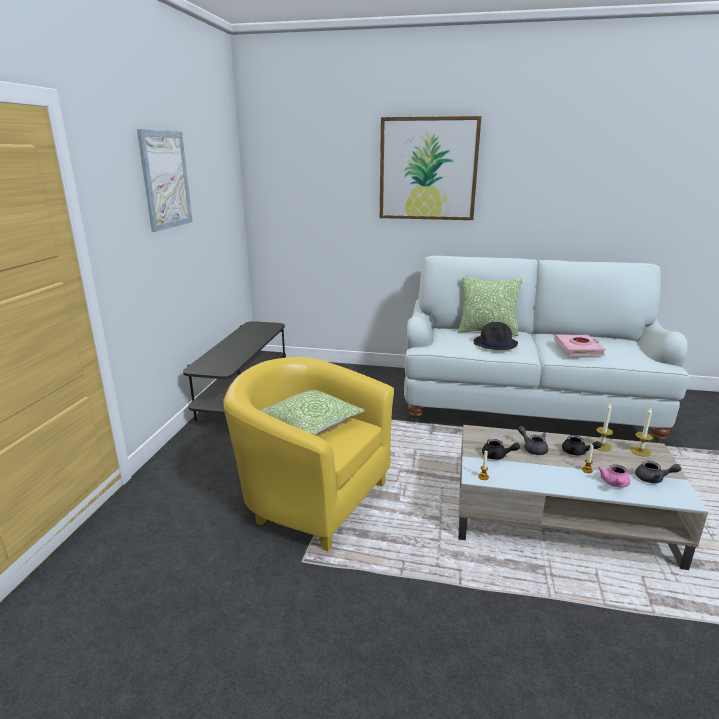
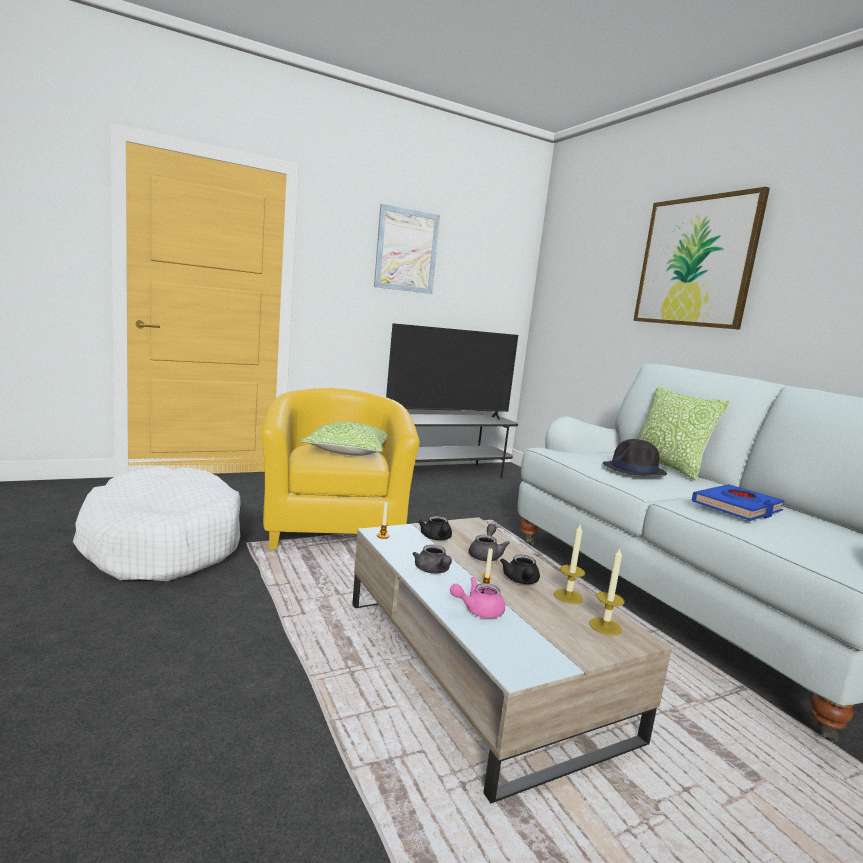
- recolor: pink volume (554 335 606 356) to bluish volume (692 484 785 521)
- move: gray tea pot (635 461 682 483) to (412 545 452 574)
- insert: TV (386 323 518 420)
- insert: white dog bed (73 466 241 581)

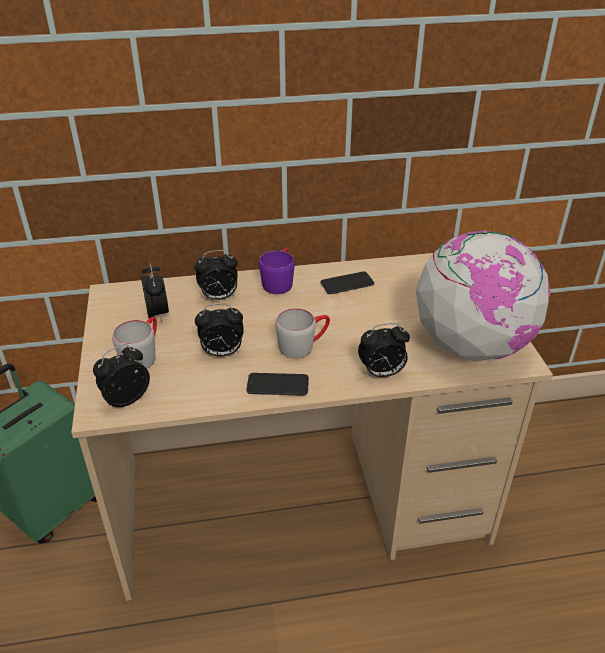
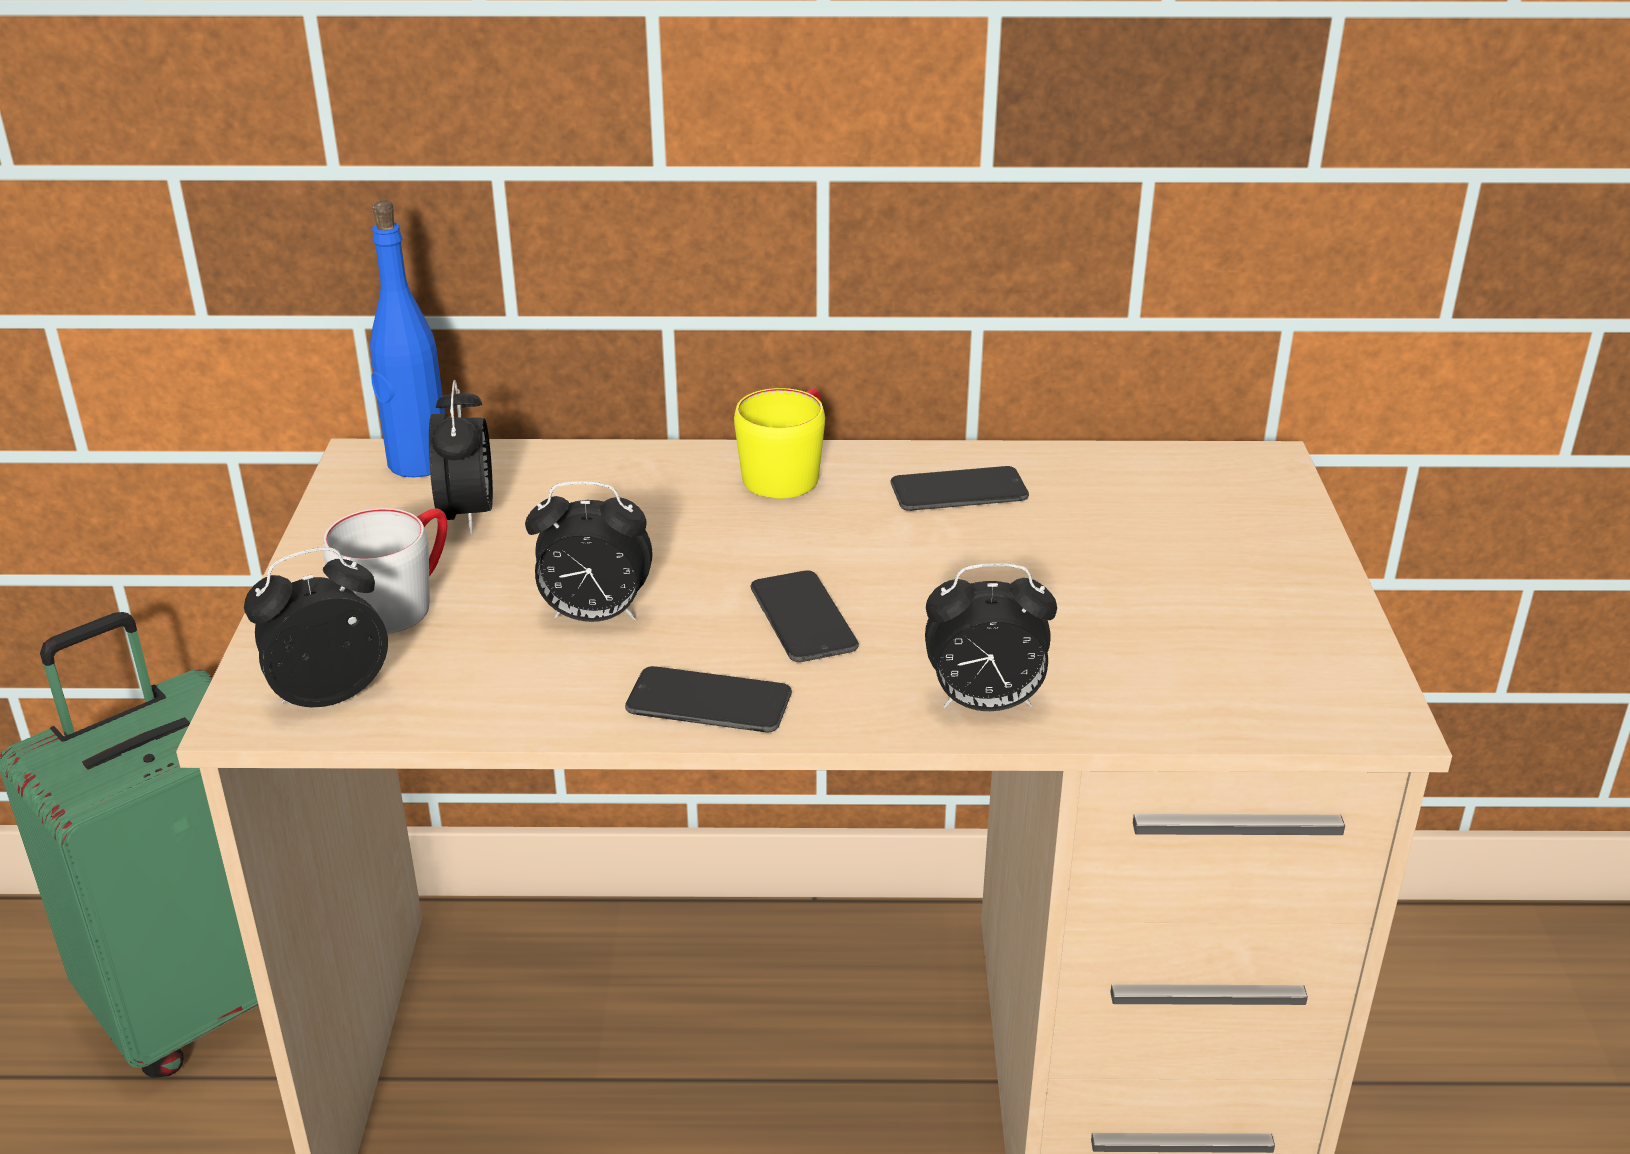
- delete: desk globe (416 230 550 362)
- recolor: purple coffee mug (259 248 295 294) to yellow-coloured coffee mug (734 388 825 499)
- delete: table clock (194 250 238 301)
- replace: gray coffee mug (275 308 330 358) to telephone (751 570 859 662)
- insert: bluish bottle (370 200 445 477)

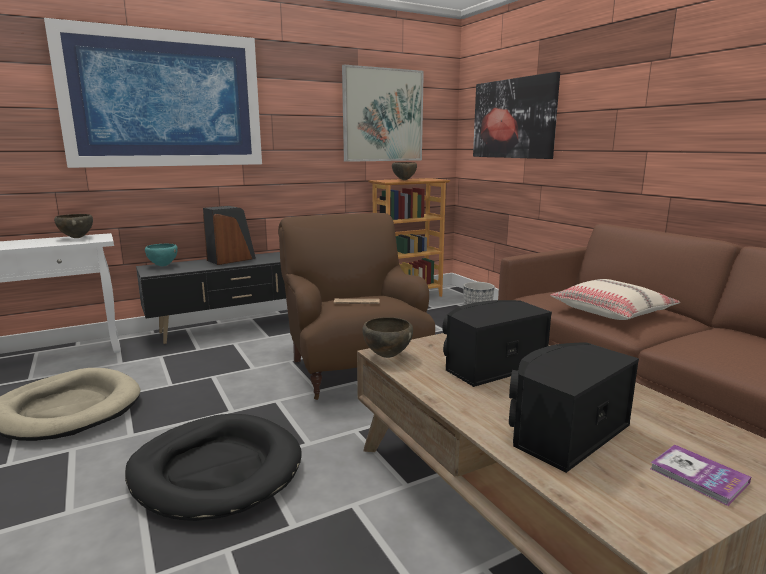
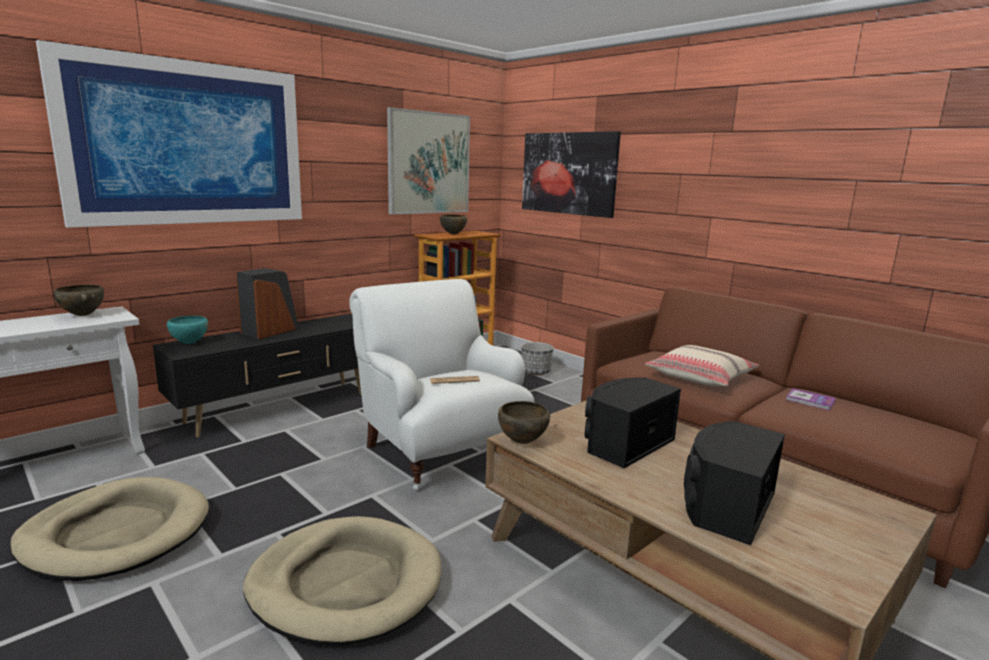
- recolor: brown armchair (278 213 435 400) to white armchair (349 279 534 490)
- recolor: black-coloured dog bed (125 414 302 521) to beige dog bed (243 516 441 646)
- move: volume (650 444 751 506) to (786 388 836 410)

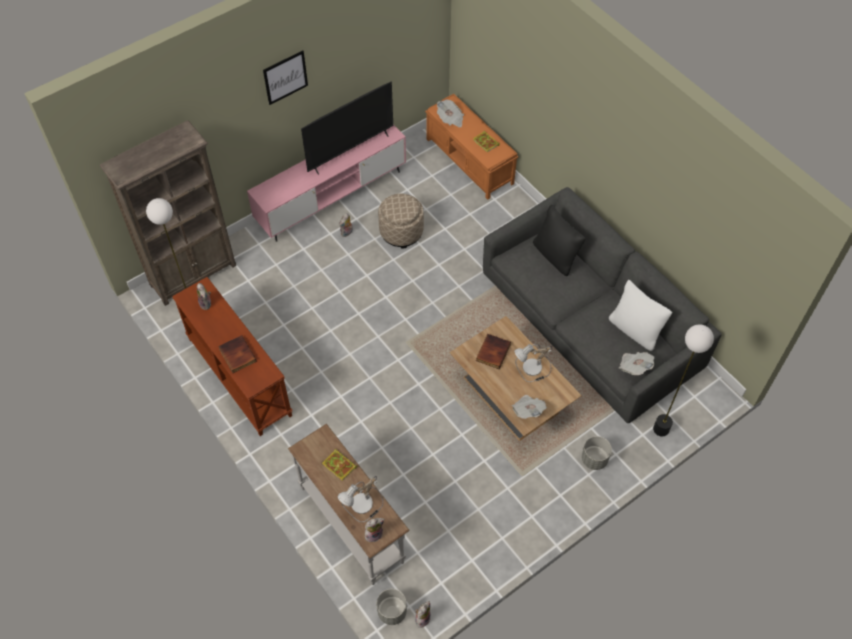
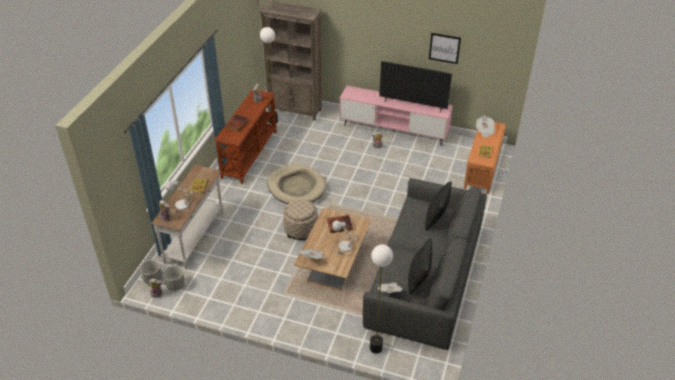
- move: wall picture (263 51 308 105) to (429 33 461 64)
- move: beige footrest (378 194 424 249) to (283 199 318 240)
- recolor: white pillow (609 280 673 351) to black-coloured pillow (408 239 432 295)
- move: gray plant pot (582 436 612 470) to (163 266 185 291)
- insert: beige dog bed (267 164 326 204)

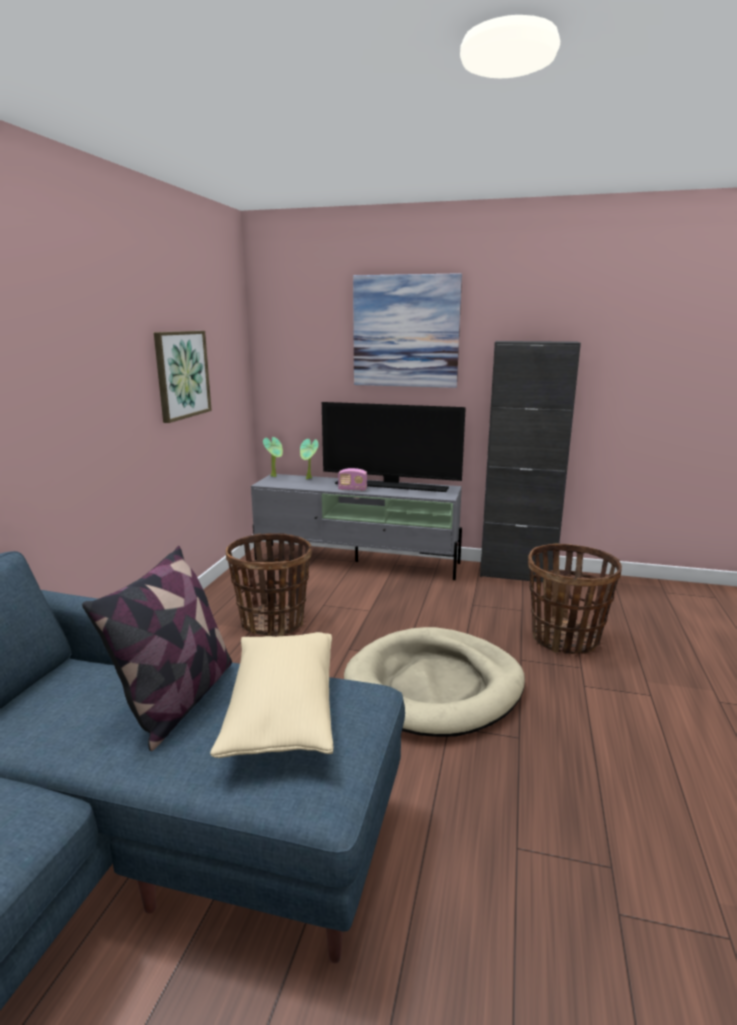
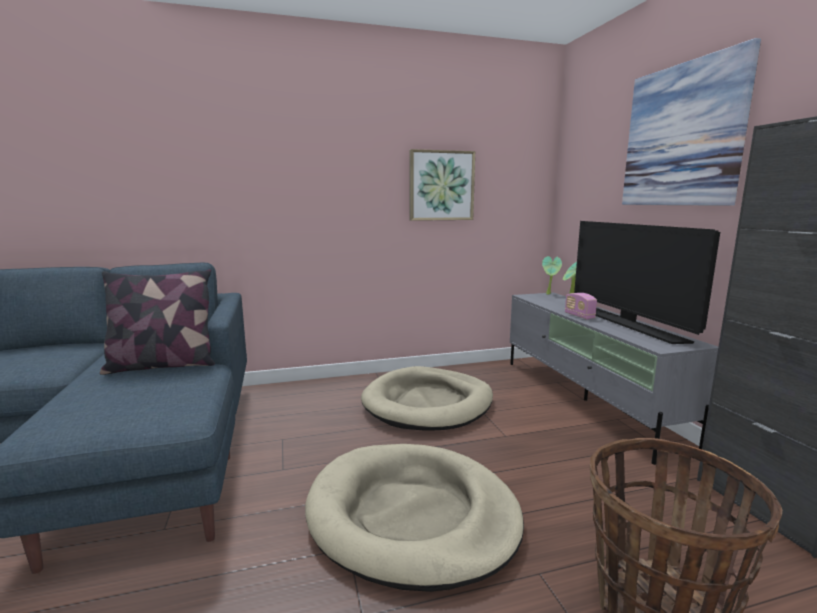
- replace: basket (226 533 312 636) to beige dog bed (361 366 493 431)
- delete: beige pillow (210 632 333 758)

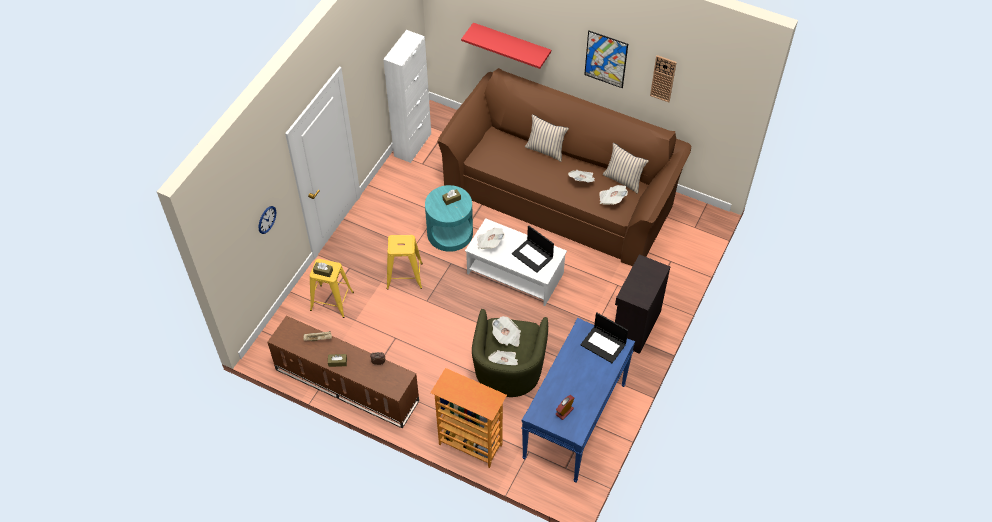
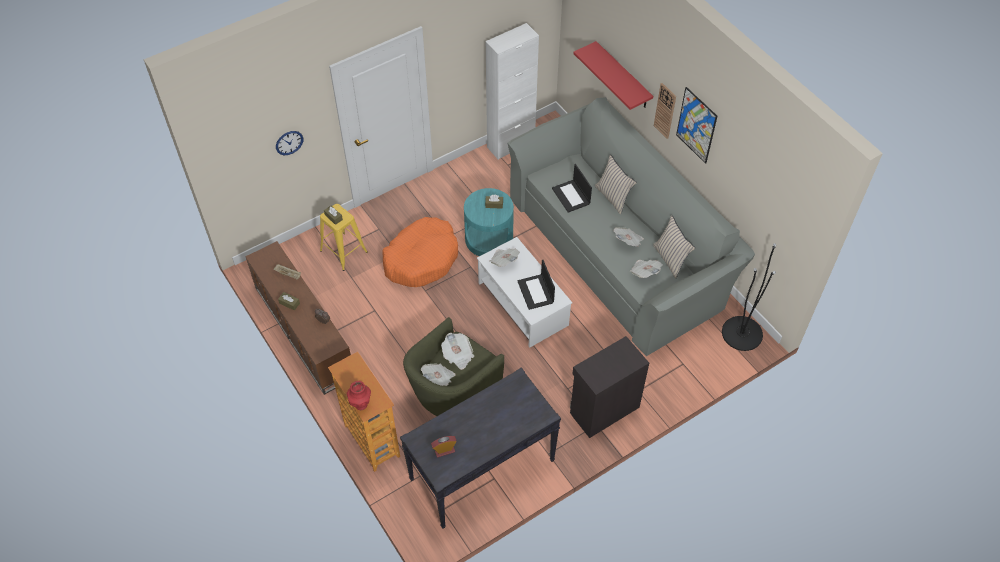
- move: wall clock (650 55 677 102) to (654 83 676 139)
- recolor: brown sofa (437 68 691 266) to gray sofa (507 97 755 356)
- replace: yellow-coloured stool seat (387 235 423 289) to orange dog bed (382 217 458 287)
- move: laptop (581 313 628 363) to (552 164 592 213)
- recolor: bluish narrow table (522 318 635 482) to black-coloured narrow table (400 367 561 529)
- insert: black-coloured floor lamp (722 243 776 351)
- insert: reddish vase (347 381 371 410)

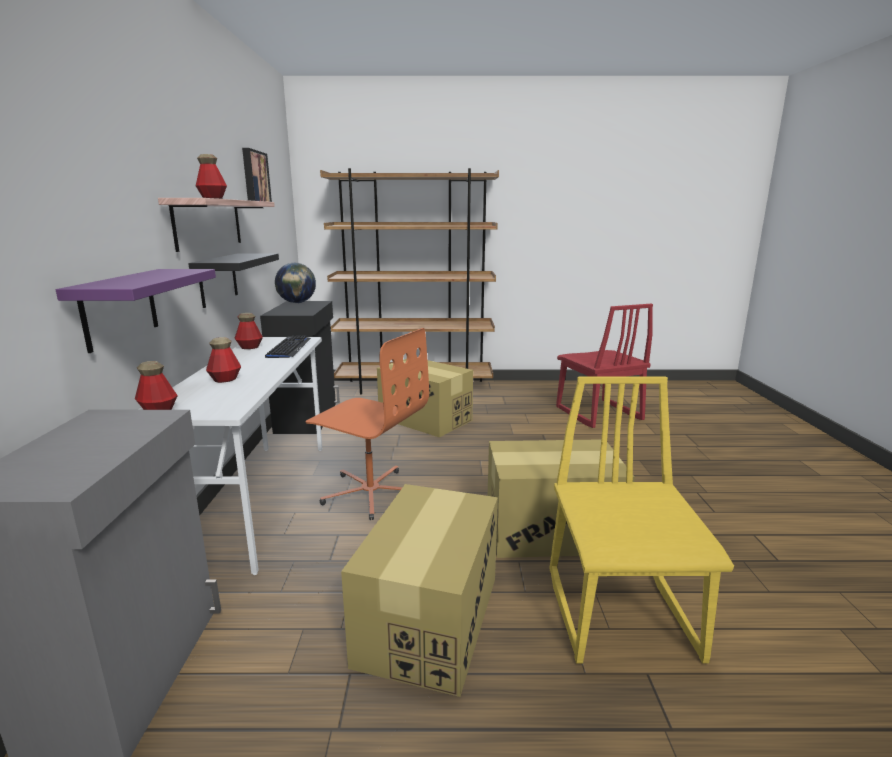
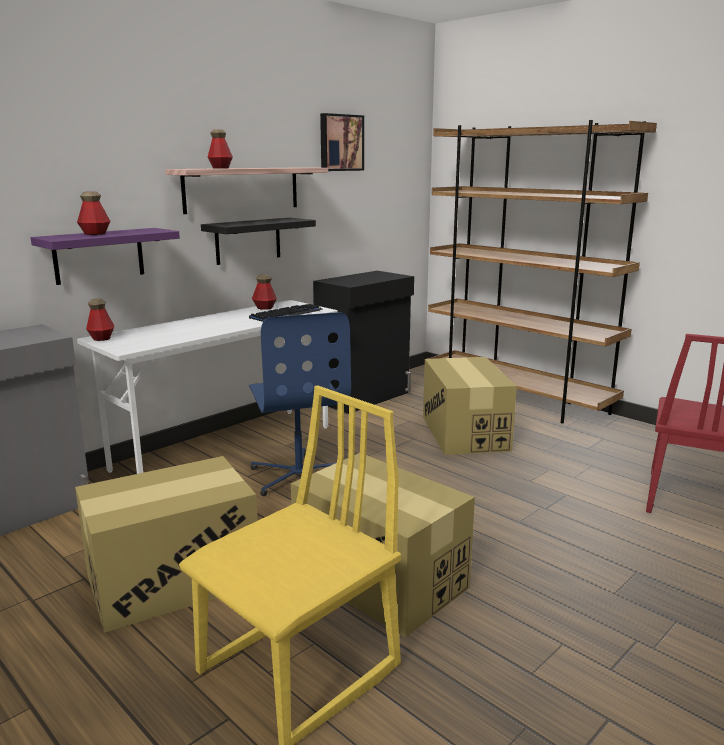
- delete: desk globe (275 263 316 303)
- recolor: orange computer chair (305 328 429 520) to bluish computer chair (249 312 351 496)
- move: bottle (206 337 241 383) to (77 192 110 235)

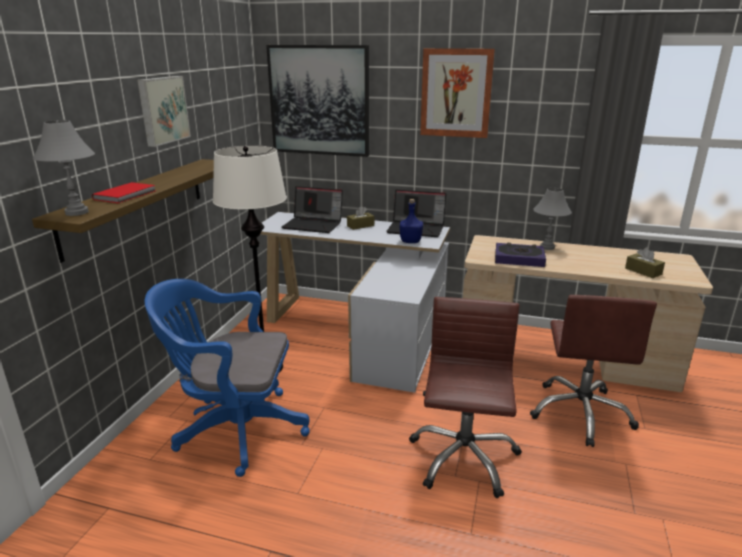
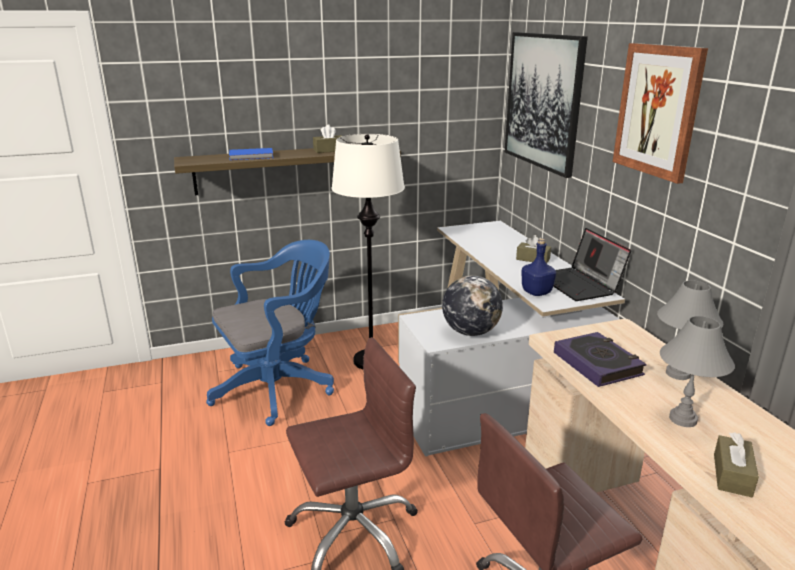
- delete: wall picture (137 76 191 147)
- move: gray lamp for a table (33 120 95 216) to (660 316 735 427)
- recolor: reddish volume (92 182 155 203) to bluish volume (229 148 273 160)
- delete: laptop (281 186 343 233)
- rotate: bluish computer chair (145 279 310 477) = (206 240 334 426) 90 degrees clockwise
- insert: brown tissue box (313 125 341 153)
- insert: desk globe (442 275 503 336)

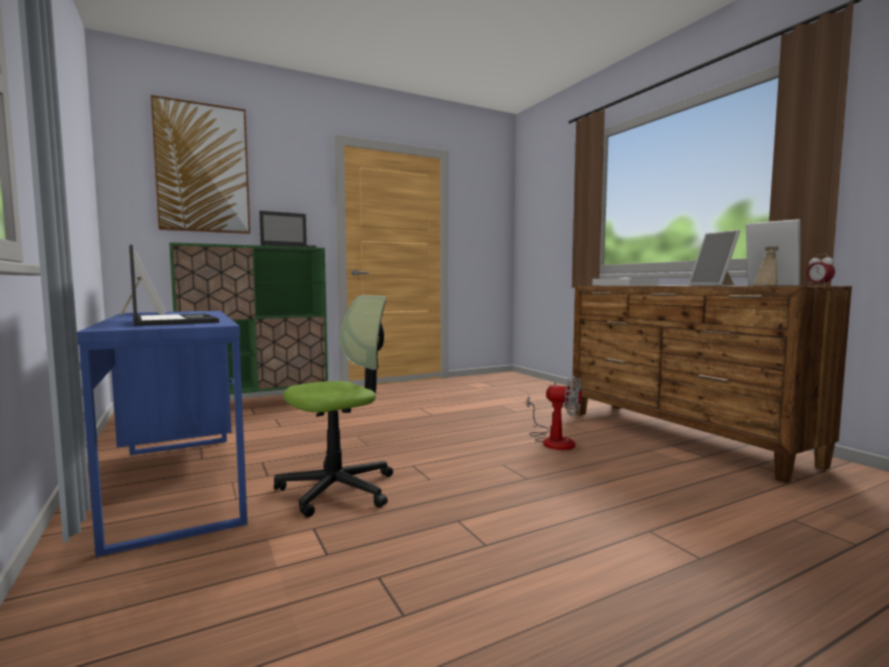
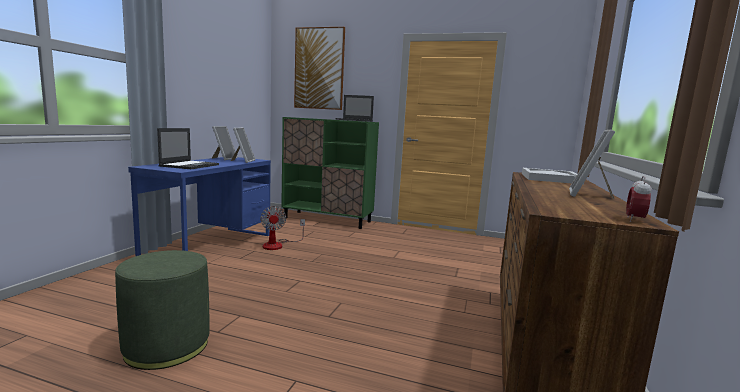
- move: picture frame (746 219 800 286) to (231 128 255 163)
- delete: computer chair (274 295 393 517)
- move: electric fan (527 376 582 450) to (260 206 305 250)
- insert: green footrest (115 250 209 370)

